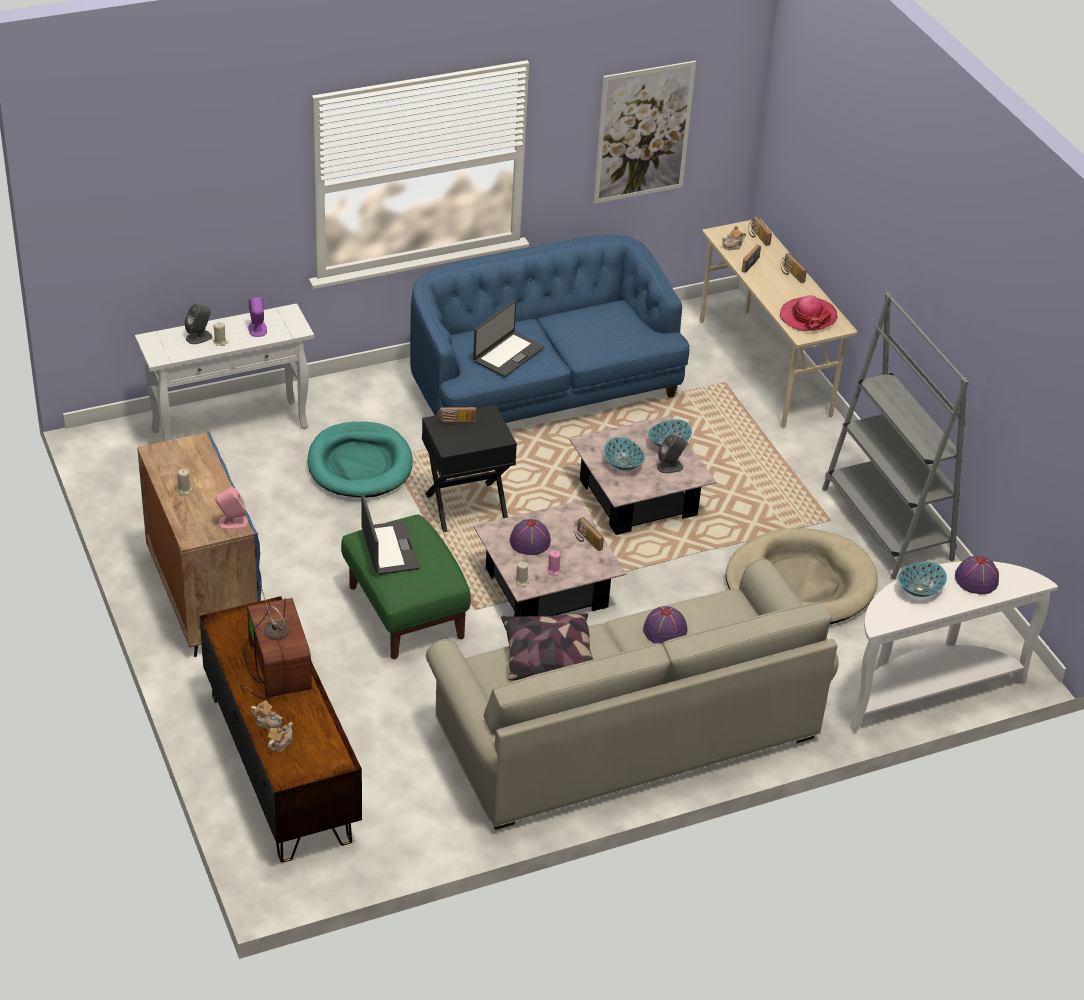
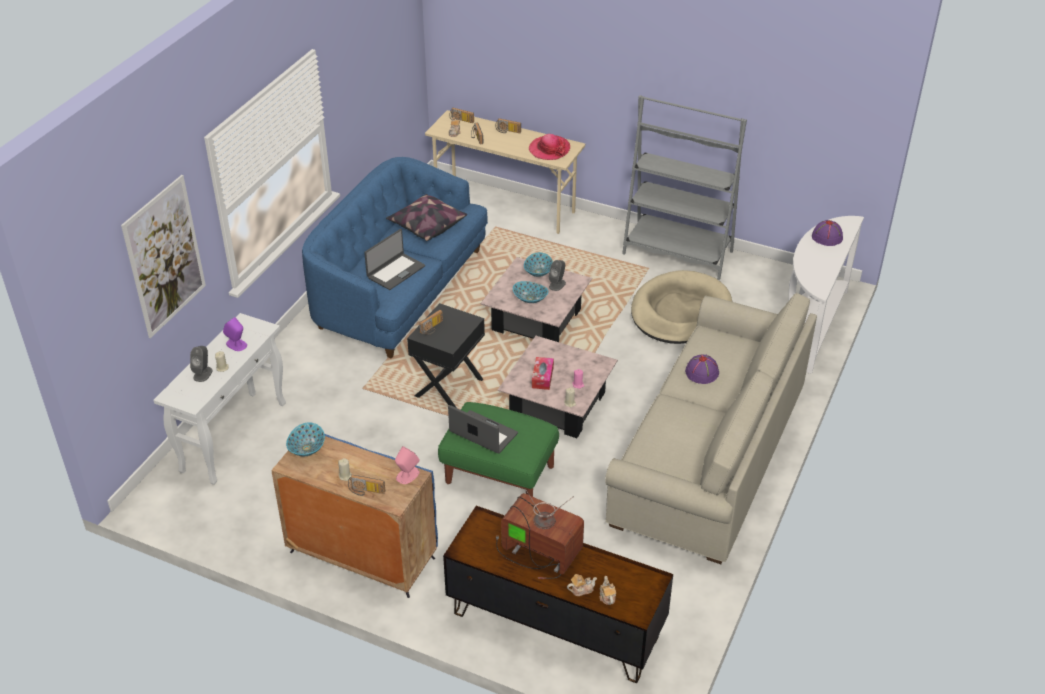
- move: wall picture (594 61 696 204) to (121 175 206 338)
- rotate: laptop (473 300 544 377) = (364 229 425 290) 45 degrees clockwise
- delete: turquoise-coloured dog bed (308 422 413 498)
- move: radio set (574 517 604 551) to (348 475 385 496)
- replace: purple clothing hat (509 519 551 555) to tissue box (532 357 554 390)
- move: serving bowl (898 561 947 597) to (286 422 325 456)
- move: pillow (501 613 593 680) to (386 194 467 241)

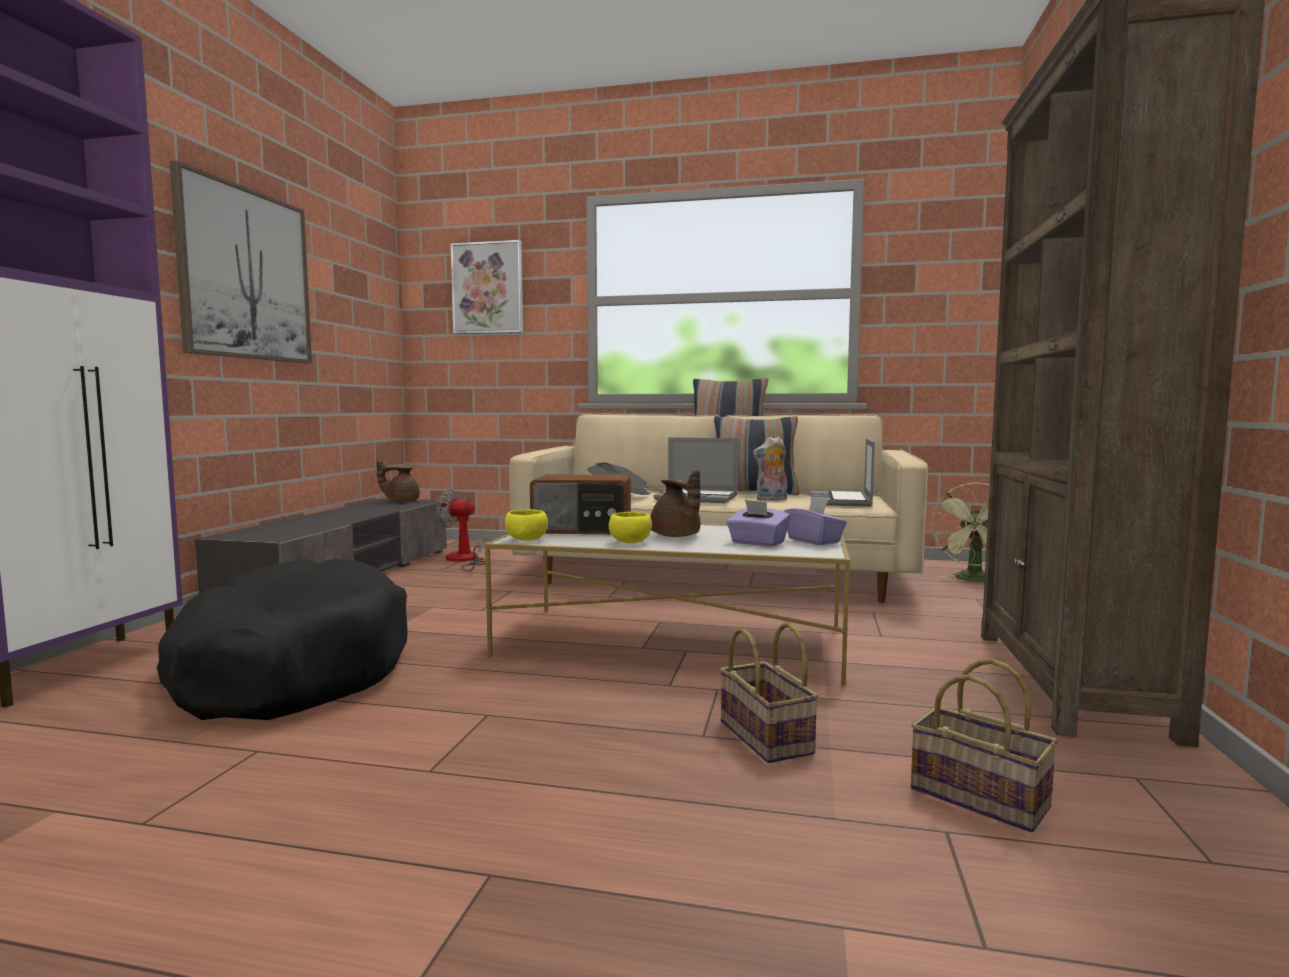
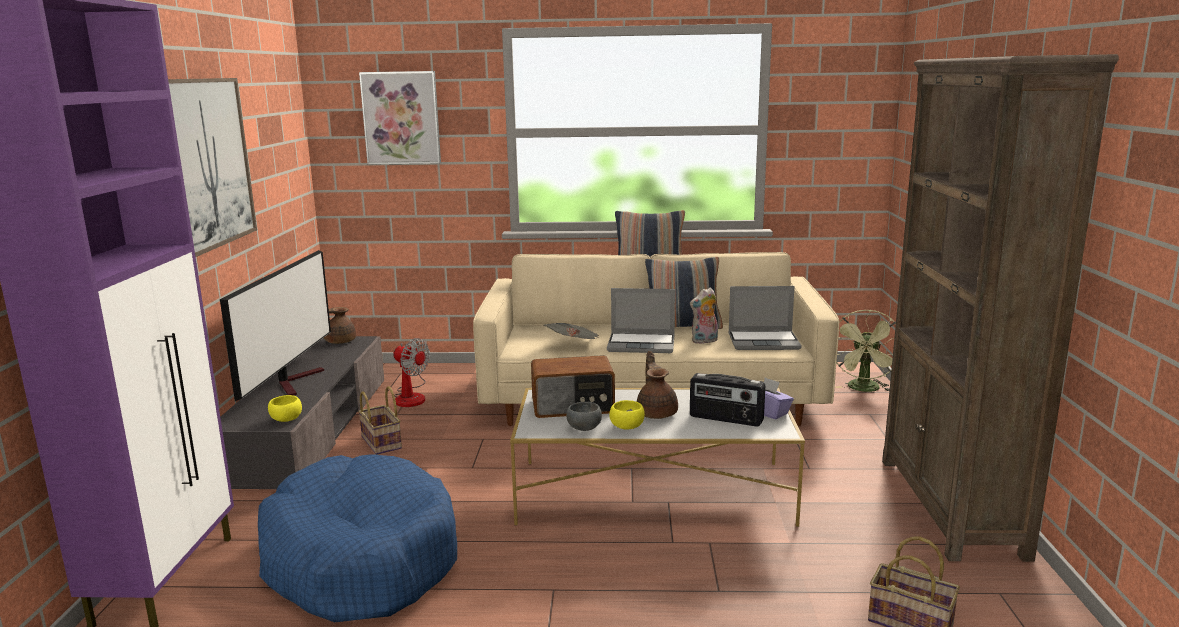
- rotate: laptop (810 439 875 507) = (728 286 802 350) 90 degrees counterclockwise
- rotate: brown tea pot (650 470 701 537) = (637 351 678 419) 150 degrees counterclockwise
- rotate: electric fan (437 489 486 571) = (393 338 430 407) 150 degrees counterclockwise
- replace: purple tissue box (727 500 790 547) to radio set (690 373 765 426)
- move: yellow-coloured serving bowl (505 509 548 541) to (268 395 302 422)
- recolor: black-coloured dog bed (157 559 408 720) to bluish dog bed (258 454 457 622)
- move: basket (720 622 819 763) to (358 386 402 455)
- insert: TV (220 250 331 401)
- insert: gray serving bowl (566 402 602 431)

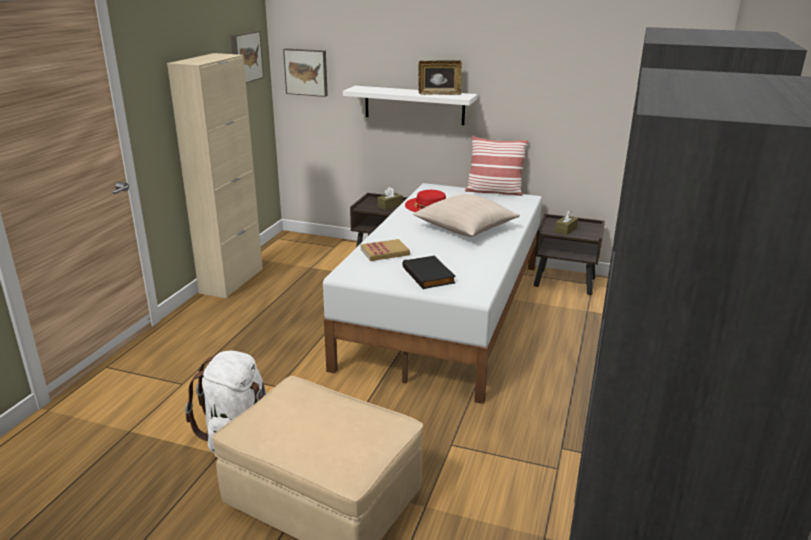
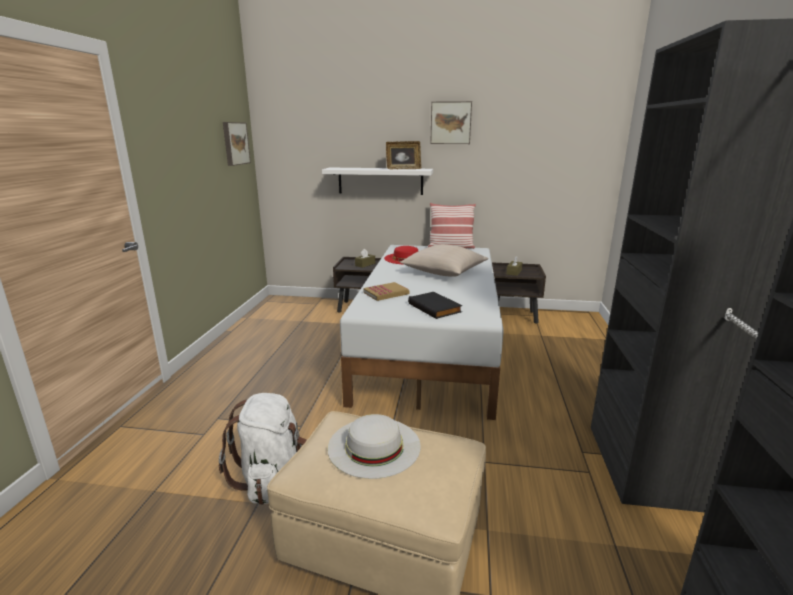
- move: wall picture (283 48 328 97) to (430 101 472 144)
- delete: beige cupboard (167 53 263 298)
- insert: white clothing hat (327 414 421 479)

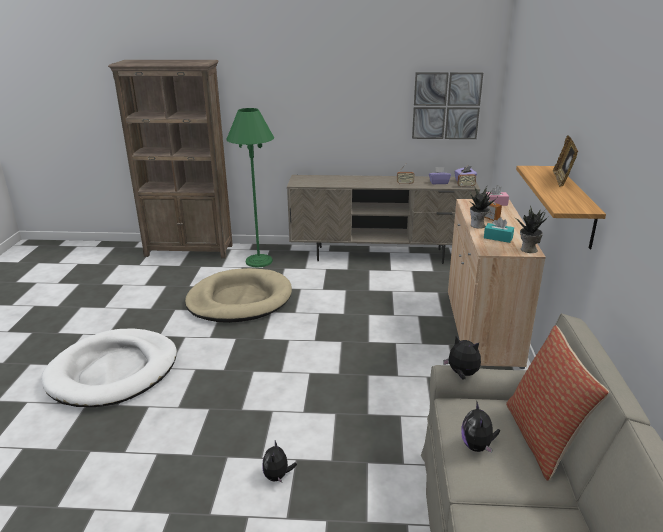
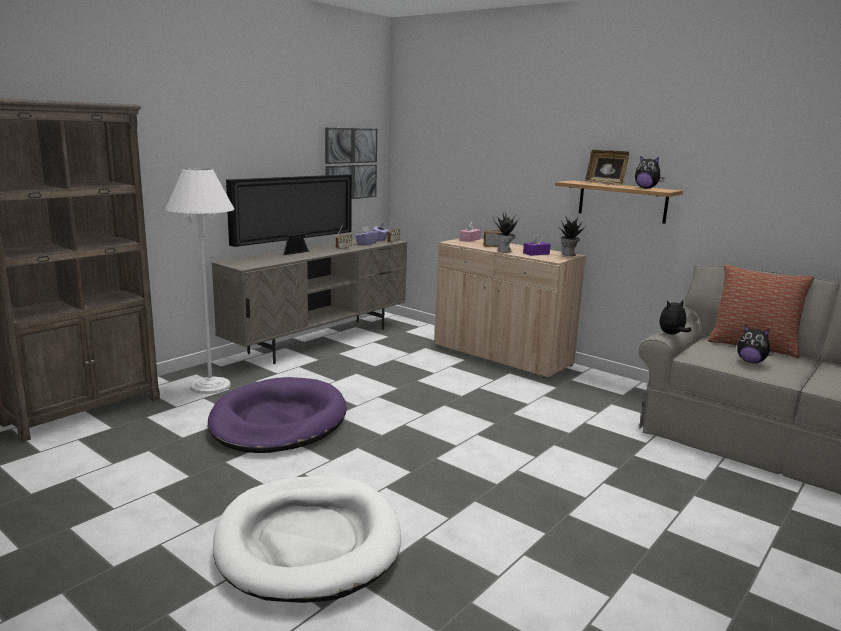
- recolor: green floor lamp (226 108 274 268) to white floor lamp (165 168 234 394)
- recolor: turquoise-coloured tissue box (484 217 514 243) to purple tissue box (523 234 551 256)
- recolor: beige dog bed (185 268 292 323) to purple dog bed (208 377 347 453)
- move: soft toy (262 440 297 483) to (635 156 664 189)
- insert: TV (226 174 352 255)

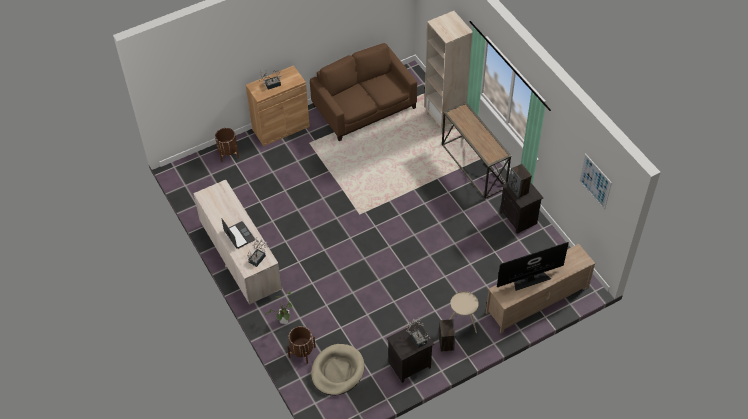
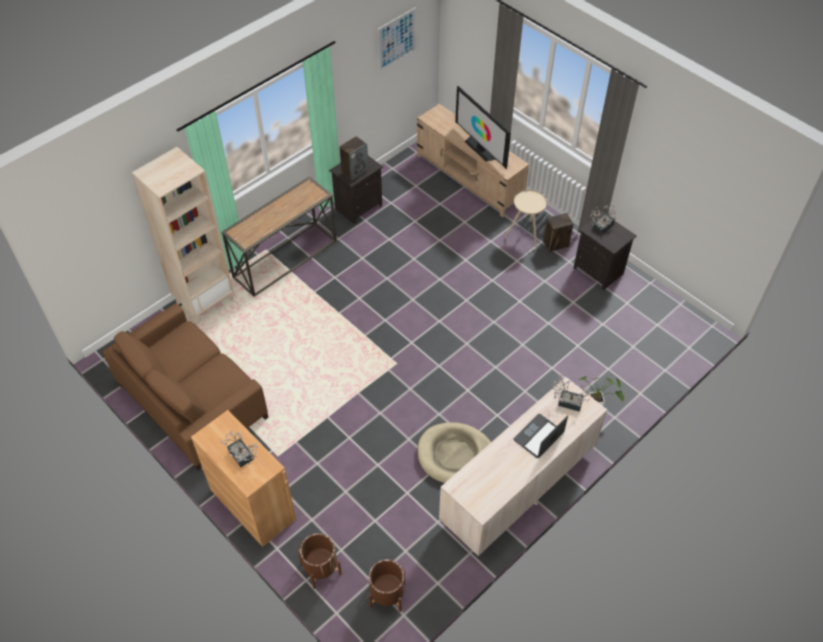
- move: brown plant pot (287 326 316 364) to (369 559 405 612)
- move: beige dog bed (311 344 364 396) to (417 422 491 483)

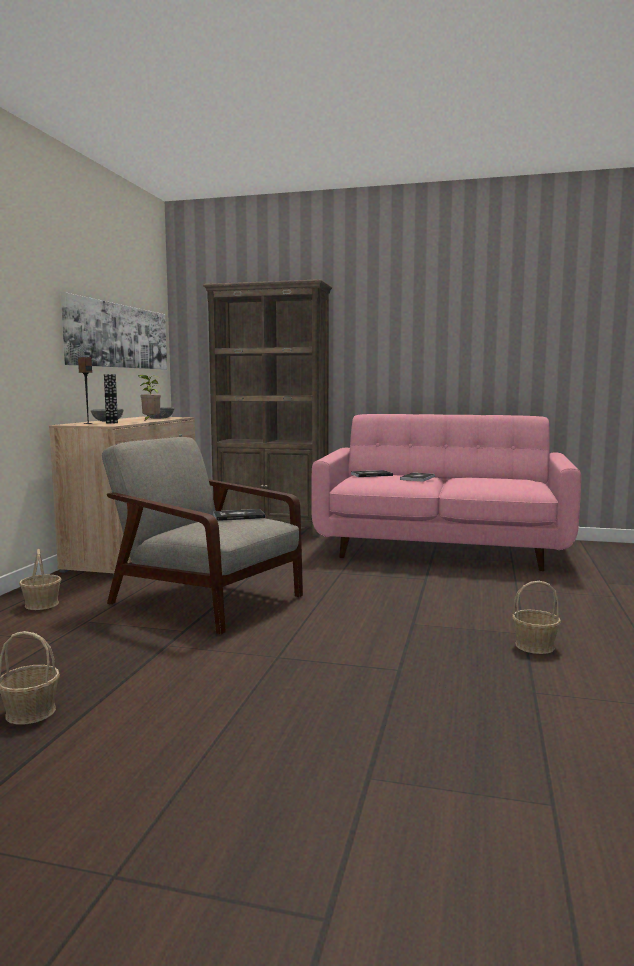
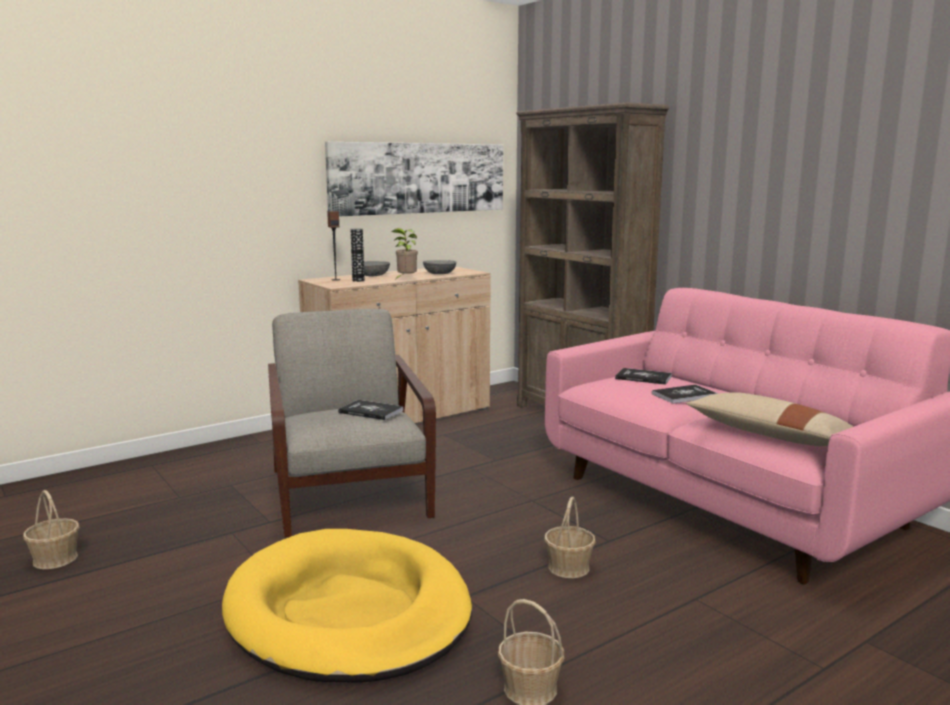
- move: basket (19 549 61 610) to (544 497 596 578)
- insert: beige pillow (686 392 854 446)
- insert: yellow-coloured dog bed (222 529 472 683)

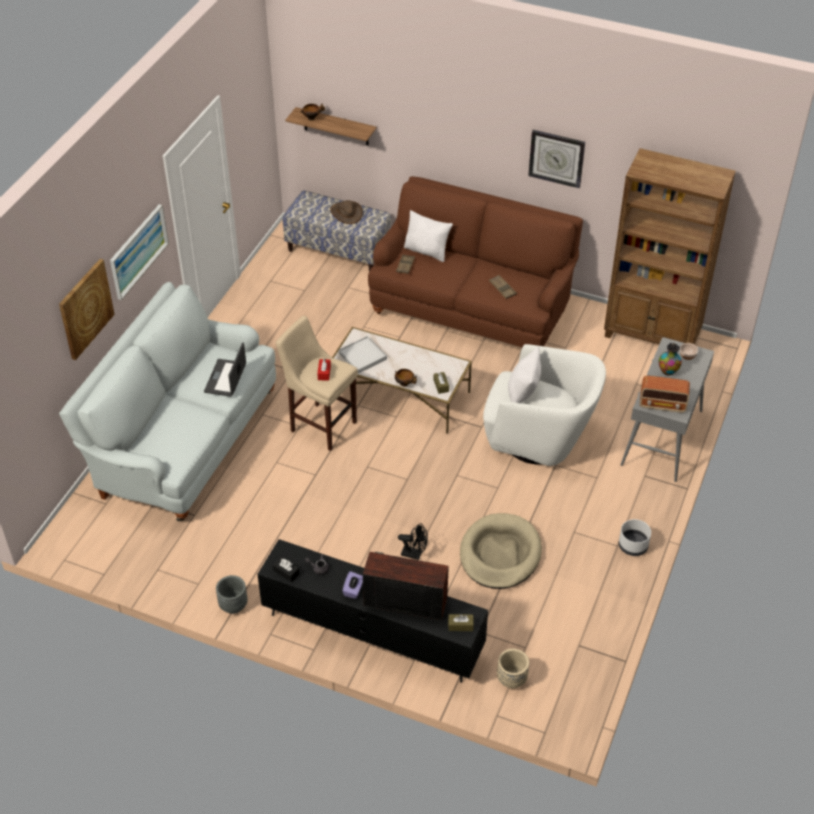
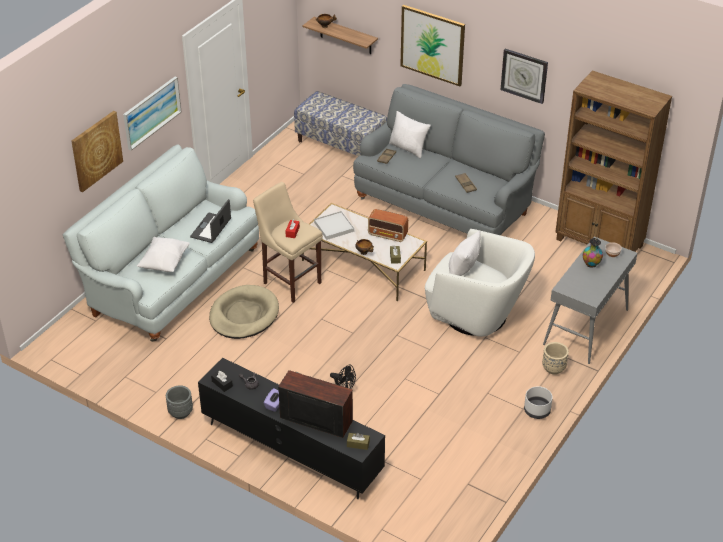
- recolor: brown sofa (368 176 583 347) to gray sofa (353 84 545 235)
- delete: brown clothing hat (330 200 363 224)
- move: radio set (640 375 690 413) to (368 209 408 242)
- move: beige dog bed (460 513 542 589) to (209 285 279 339)
- move: beige plant pot (497 649 529 688) to (542 342 569 375)
- insert: wall picture (400 5 465 86)
- insert: white pillow (137 237 190 272)

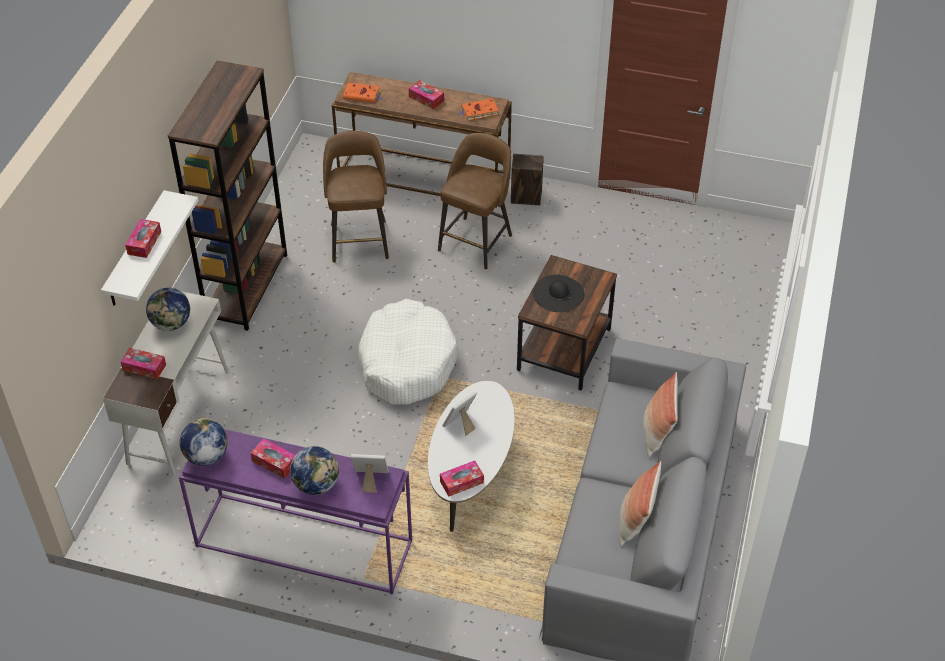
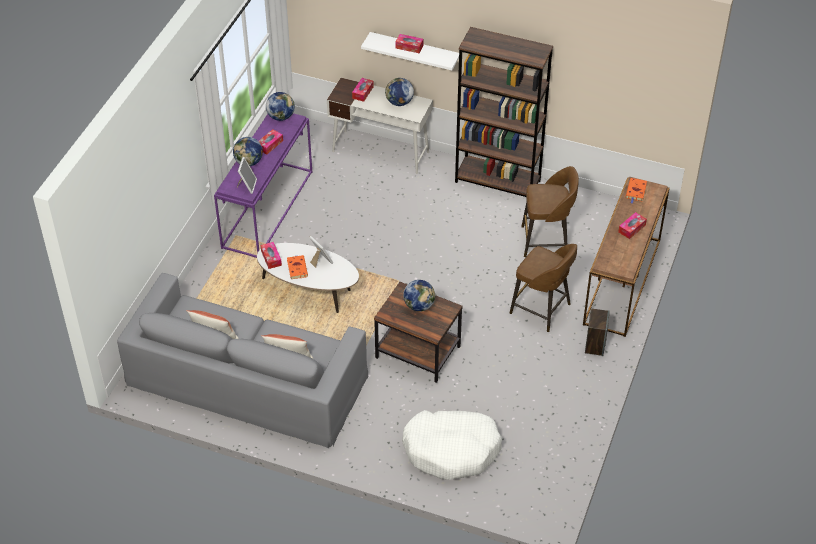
- move: orange volume (458 98 499 121) to (287 255 308 279)
- replace: black-coloured clothing hat (533 275 584 312) to desk globe (403 280 435 312)
- move: white dog bed (358 299 458 405) to (402 410 502 480)

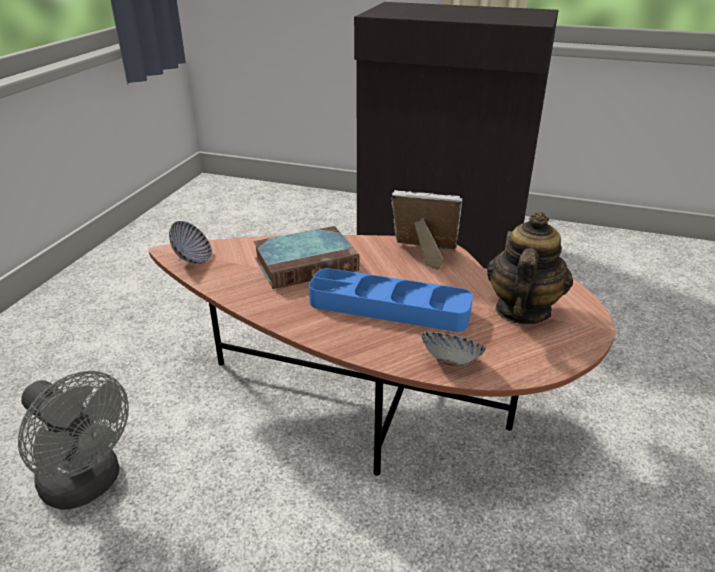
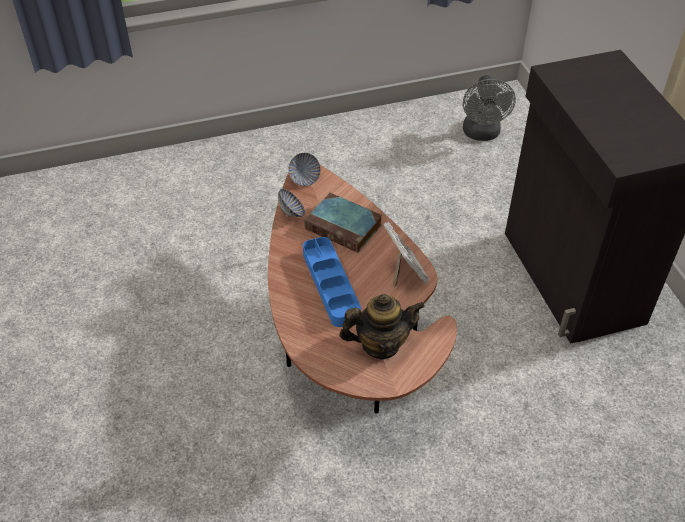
- move: serving bowl (422 332 486 367) to (278 188 305 217)
- move: gray electric fan (18 371 129 510) to (463 75 516 141)

